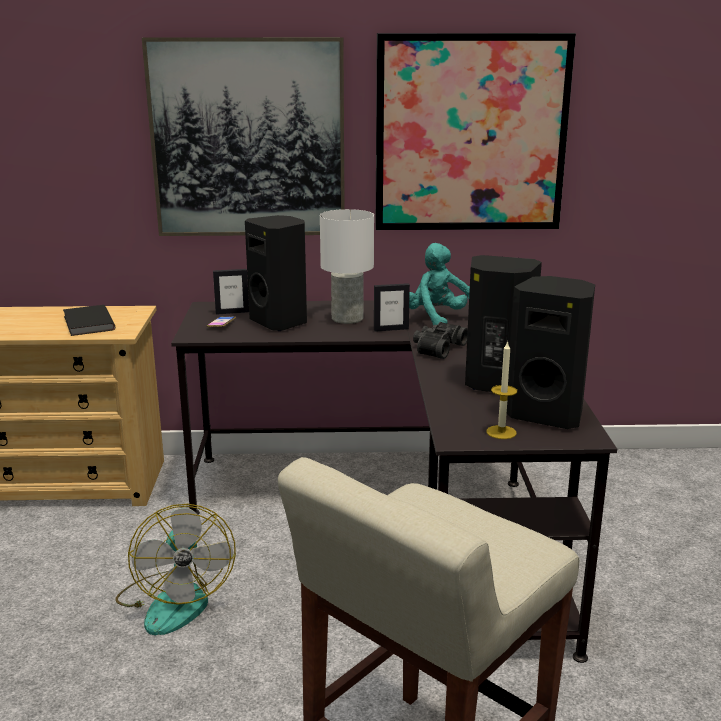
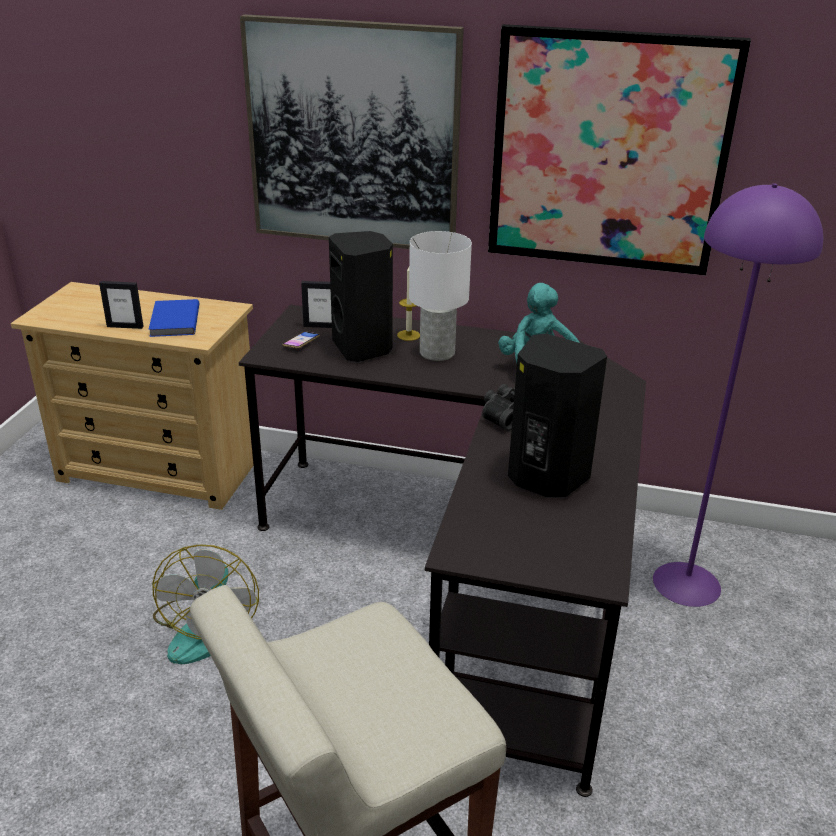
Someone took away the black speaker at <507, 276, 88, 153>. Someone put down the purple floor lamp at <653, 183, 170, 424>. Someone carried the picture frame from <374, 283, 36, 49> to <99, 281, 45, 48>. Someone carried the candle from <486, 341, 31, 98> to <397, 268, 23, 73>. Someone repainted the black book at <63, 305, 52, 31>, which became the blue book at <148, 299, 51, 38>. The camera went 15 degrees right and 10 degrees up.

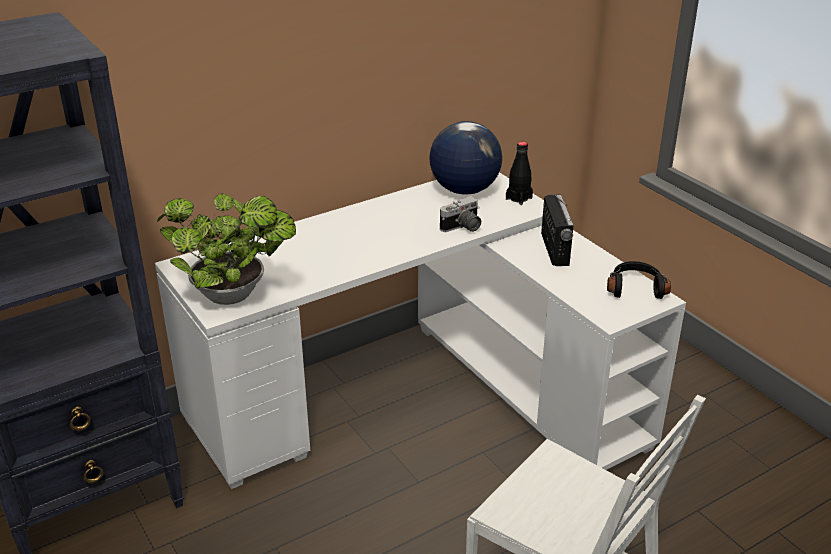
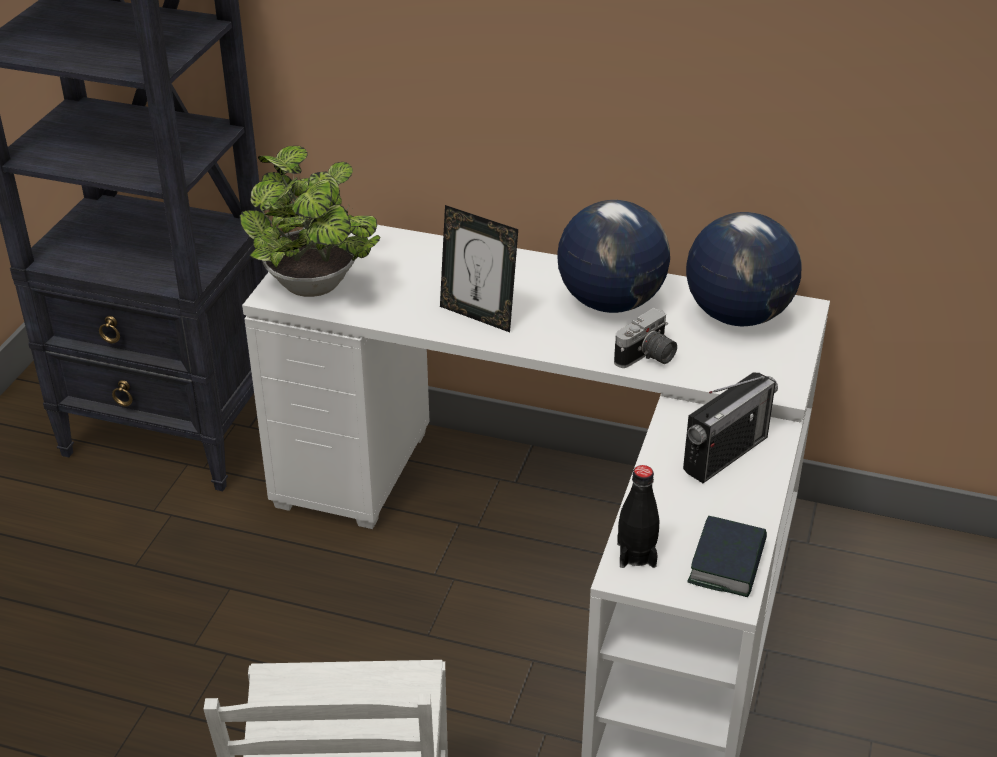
Someone put down the picture frame at <440, 205, 78, 127>. Someone put down the globe at <557, 200, 113, 113>. Someone carried the black bottle from <506, 141, 27, 64> to <617, 465, 42, 103>. Someone swapped the black headphones at <607, 261, 64, 38> for the book at <687, 516, 80, 81>. Someone rotated the photo camera at <440, 196, 41, 36> by 60 degrees counterclockwise. The camera went 50 degrees right and 5 degrees up.

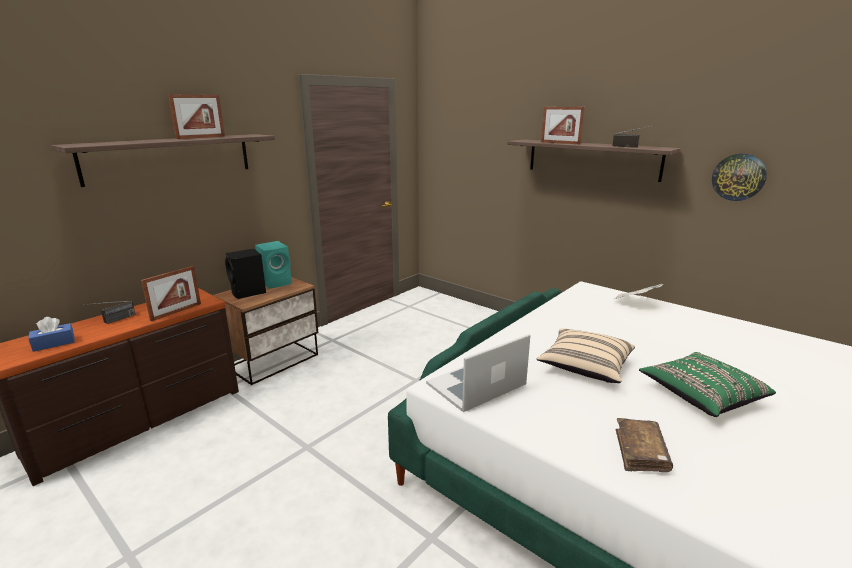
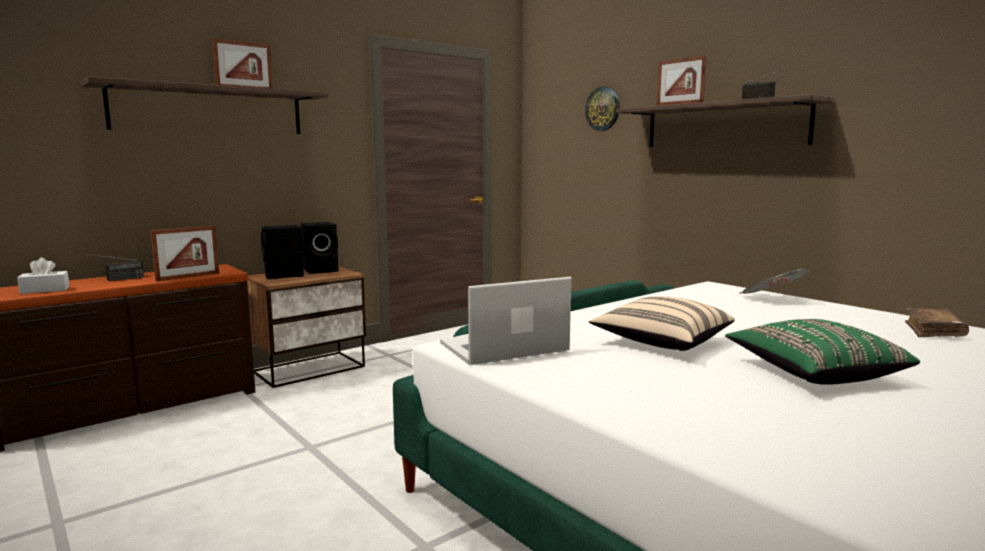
Someone carried the brown book from <616, 418, 57, 54> to <905, 308, 64, 29>. Someone carried the wall clock from <712, 153, 55, 48> to <585, 87, 35, 44>. Someone repainted the blue tissue box at <28, 317, 47, 35>, which became the white tissue box at <17, 258, 52, 36>. Someone repainted the turquoise speaker at <255, 241, 37, 48>, which became the black speaker at <301, 222, 38, 52>. The camera went 10 degrees right and 10 degrees down.

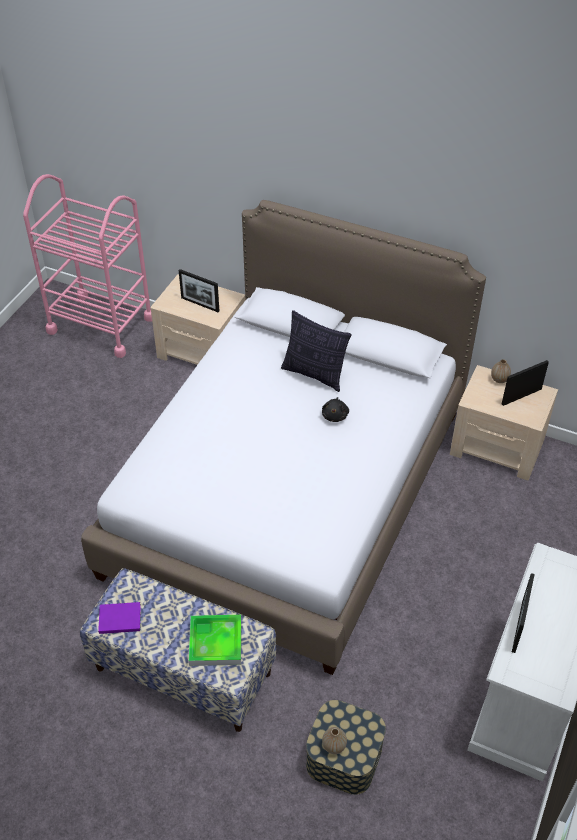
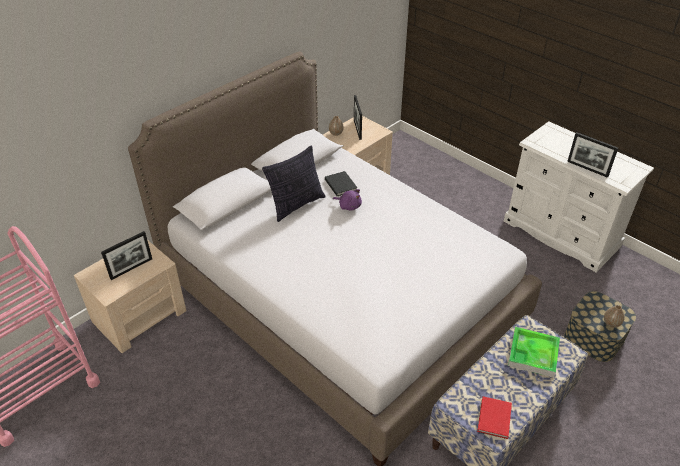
Someone put down the black book at <325, 171, 32, 25>. Someone repainted the purple book at <98, 602, 43, 32>, which became the red book at <477, 396, 35, 43>. Someone repainted the black plush toy at <322, 397, 27, 25>, which became the purple plush toy at <333, 189, 29, 21>. The camera went 70 degrees left and 5 degrees down.

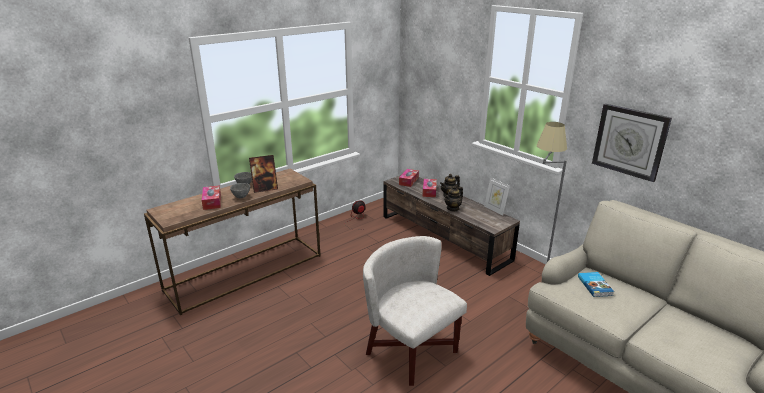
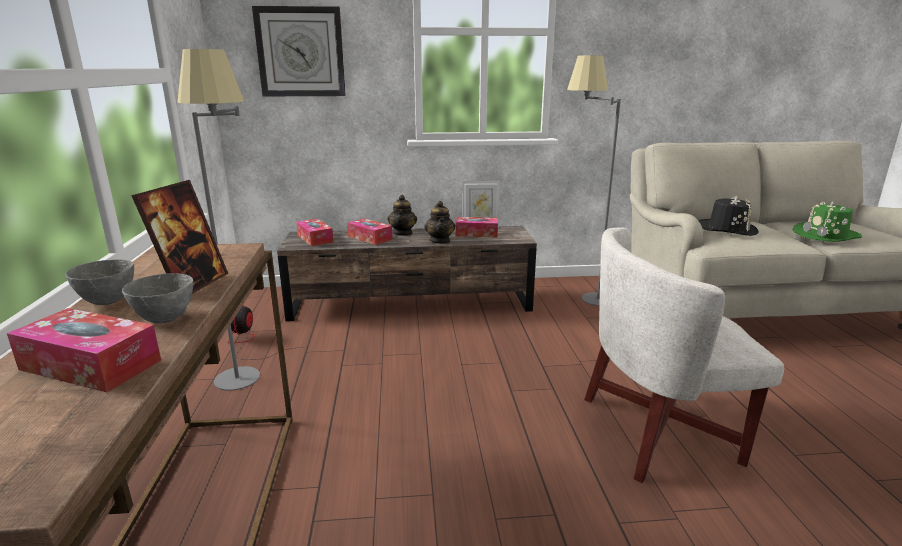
Someone put down the grey floor lamp at <177, 49, 83, 342>. Someone put down the tissue box at <456, 217, 42, 20>. Someone put down the green hat at <792, 201, 70, 41>. Someone carried the wall clock from <592, 104, 80, 78> to <252, 6, 94, 90>. Someone swapped the book at <578, 272, 36, 25> for the black hat at <699, 196, 60, 40>. The camera went 55 degrees left and 5 degrees down.

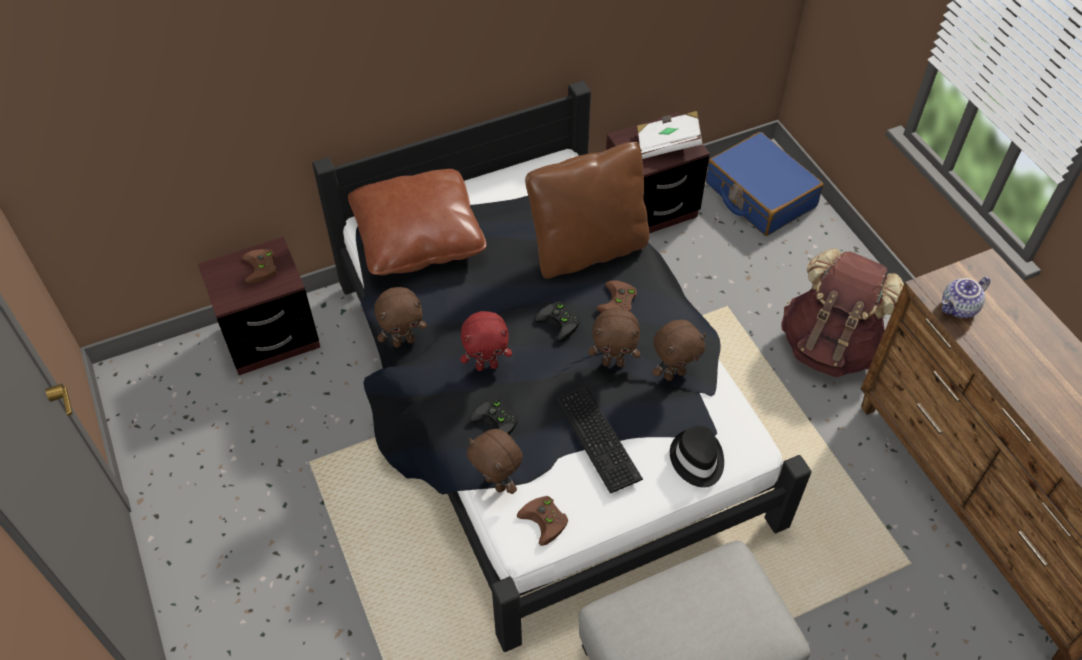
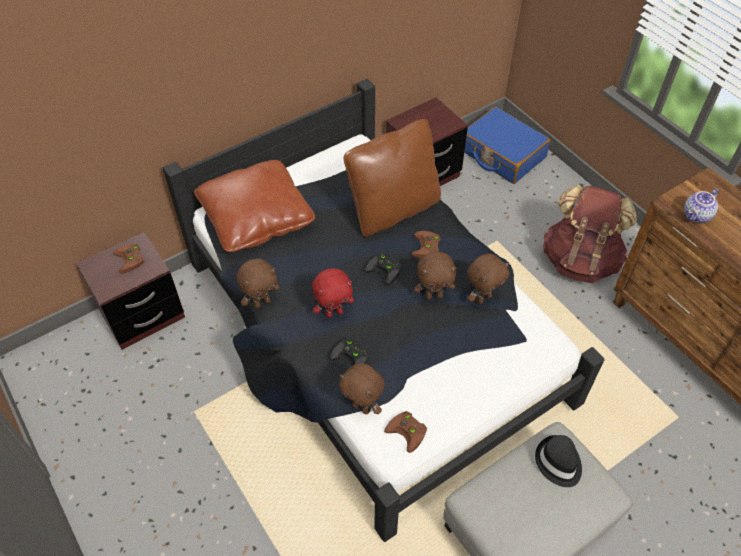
Someone took away the keyboard at <556, 387, 87, 107>. Someone took away the white book at <637, 111, 65, 48>. Someone carried the black hat from <670, 425, 54, 63> to <535, 435, 47, 52>. The camera went 10 degrees left and 0 degrees up.

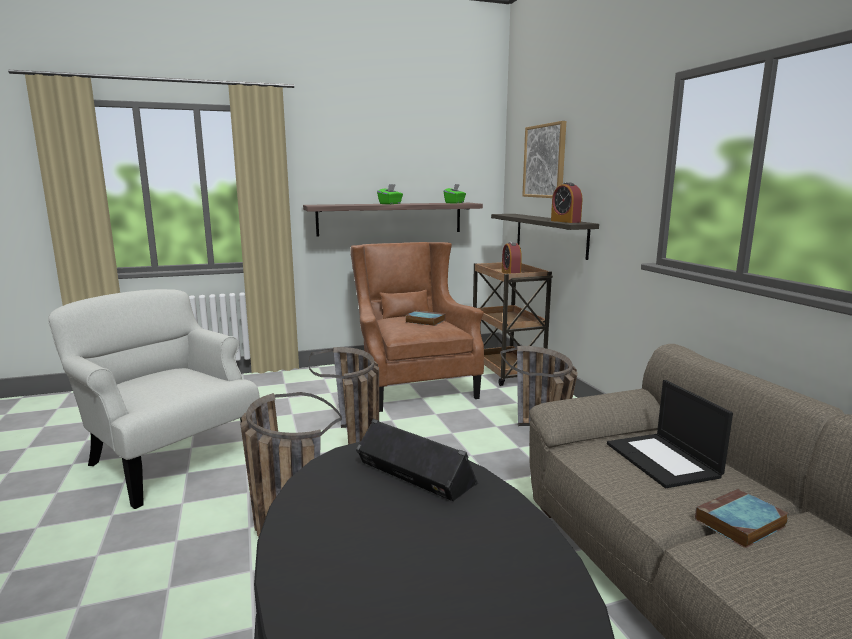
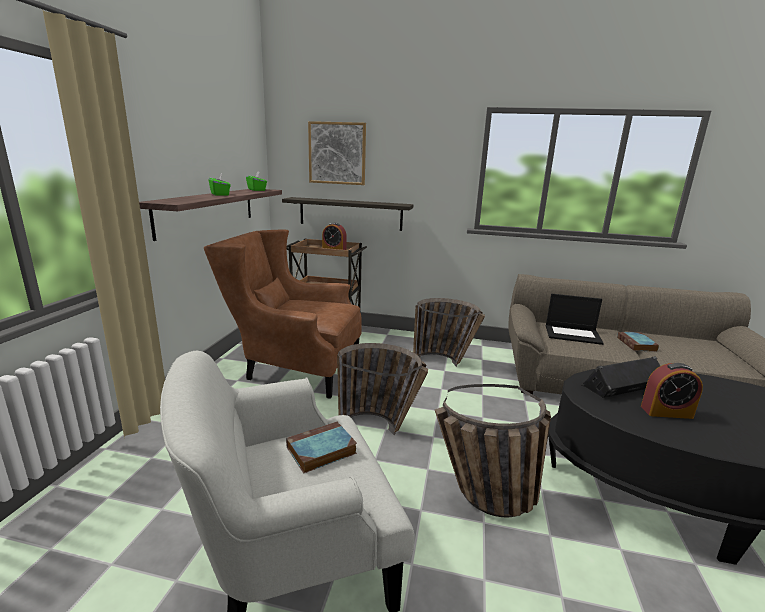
Someone carried the book from <406, 310, 40, 16> to <286, 421, 71, 52>. Someone carried the alarm clock from <551, 182, 31, 41> to <641, 363, 62, 56>. The camera went 60 degrees left and 5 degrees up.

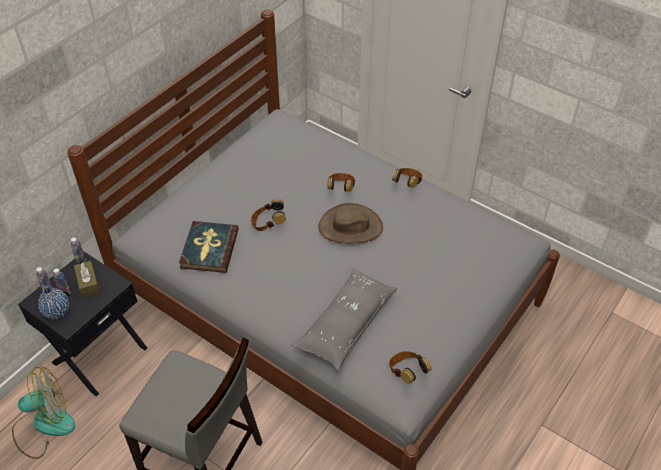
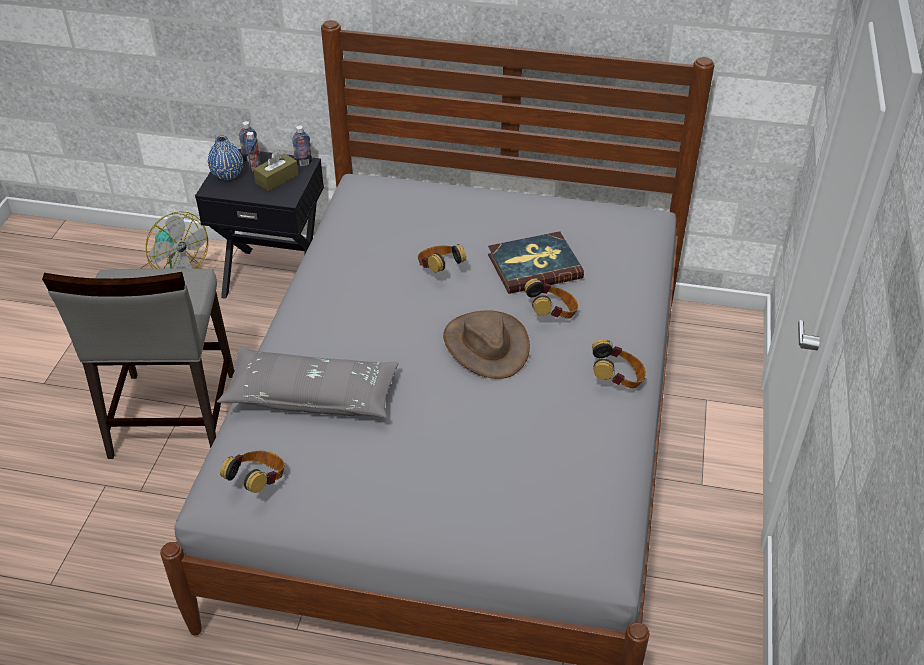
Someone carried the book from <179, 221, 60, 52> to <488, 231, 96, 63>. The camera went 65 degrees right and 5 degrees down.

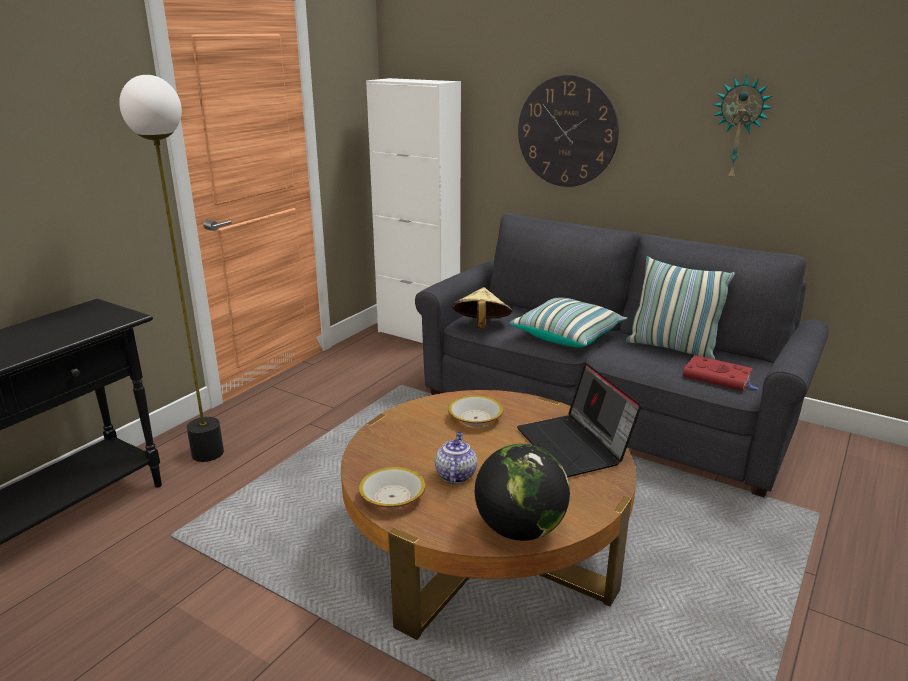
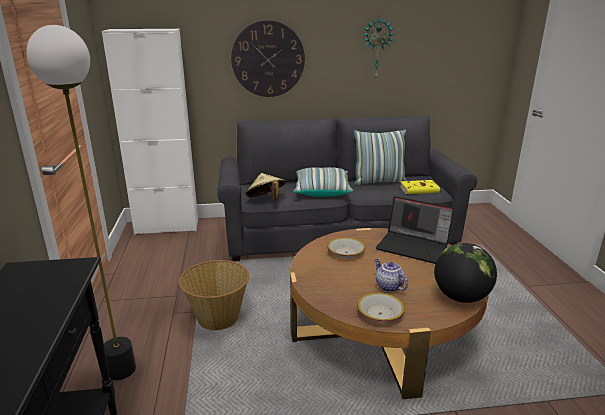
Someone put down the basket at <179, 260, 70, 70>. Someone repainted the red book at <683, 355, 75, 36>, which became the yellow book at <400, 180, 42, 14>. The camera went 40 degrees left and 0 degrees up.

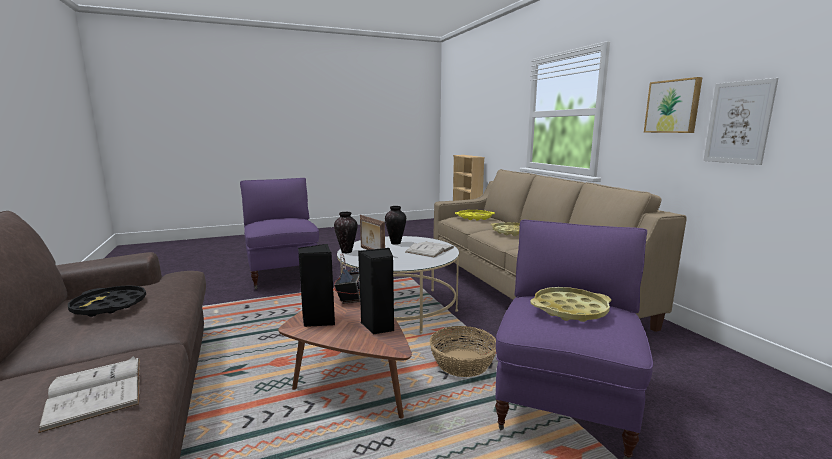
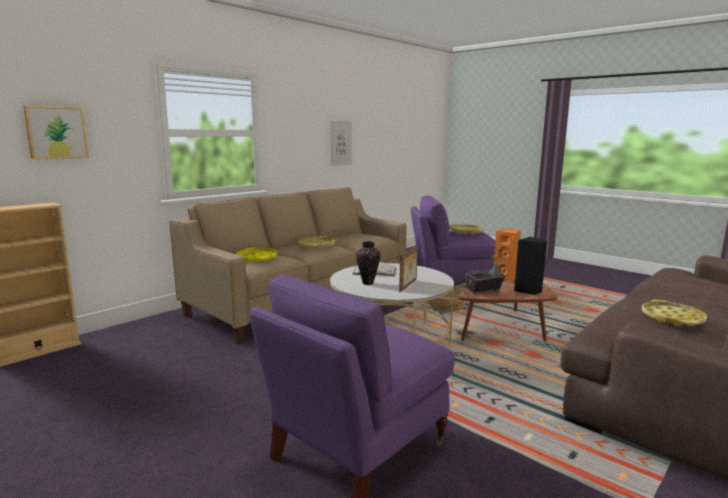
Someone took away the white book at <38, 356, 102, 77>. Someone took away the vase at <334, 212, 24, 41>. Someone carried the picture from <644, 77, 58, 56> to <23, 106, 66, 53>. Someone repainted the black tray at <68, 285, 78, 32>, which became the yellow tray at <642, 300, 65, 26>. Someone repainted the black speaker at <358, 248, 36, 87>, which became the orange speaker at <494, 229, 27, 53>. The camera went 115 degrees left and 0 degrees up.

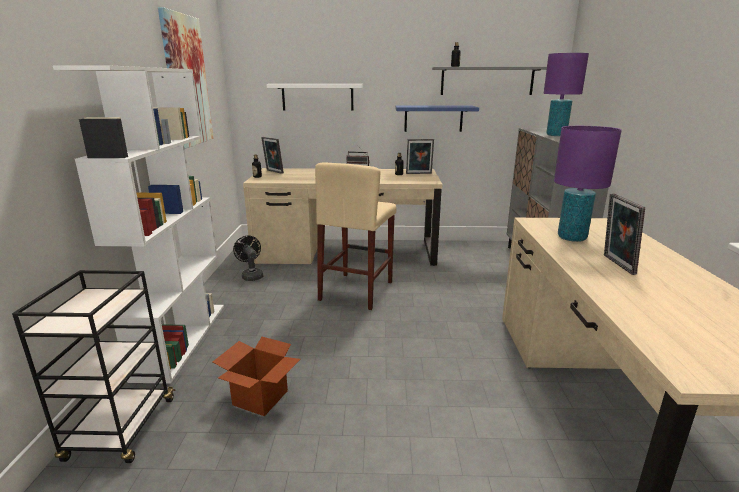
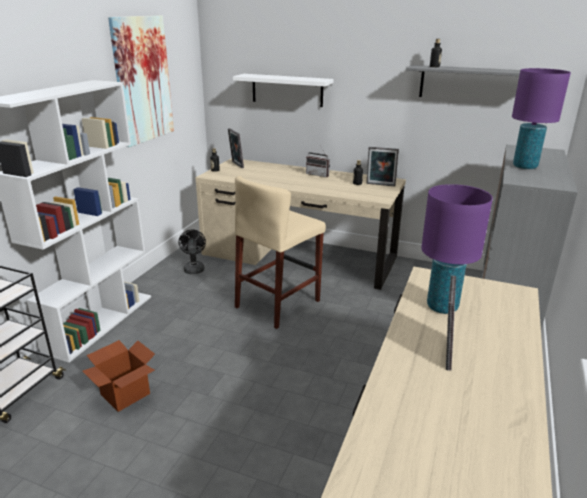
Someone took away the blue shelf at <396, 106, 83, 26>. The camera went 20 degrees right and 5 degrees up.

